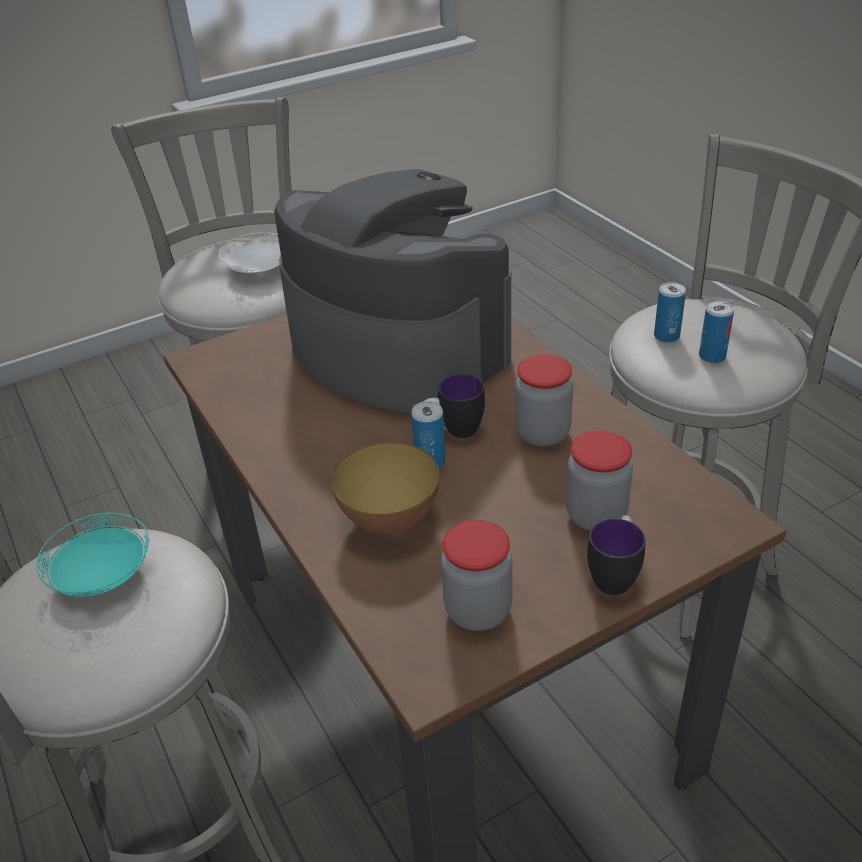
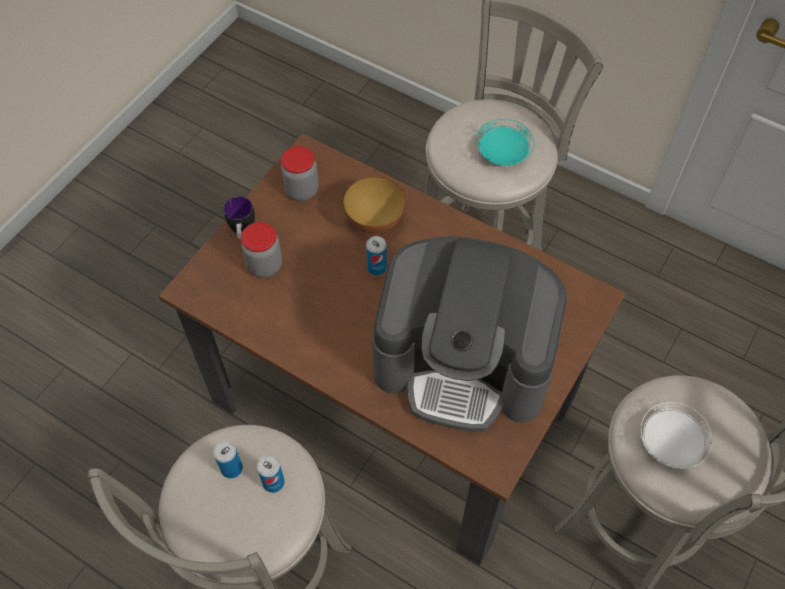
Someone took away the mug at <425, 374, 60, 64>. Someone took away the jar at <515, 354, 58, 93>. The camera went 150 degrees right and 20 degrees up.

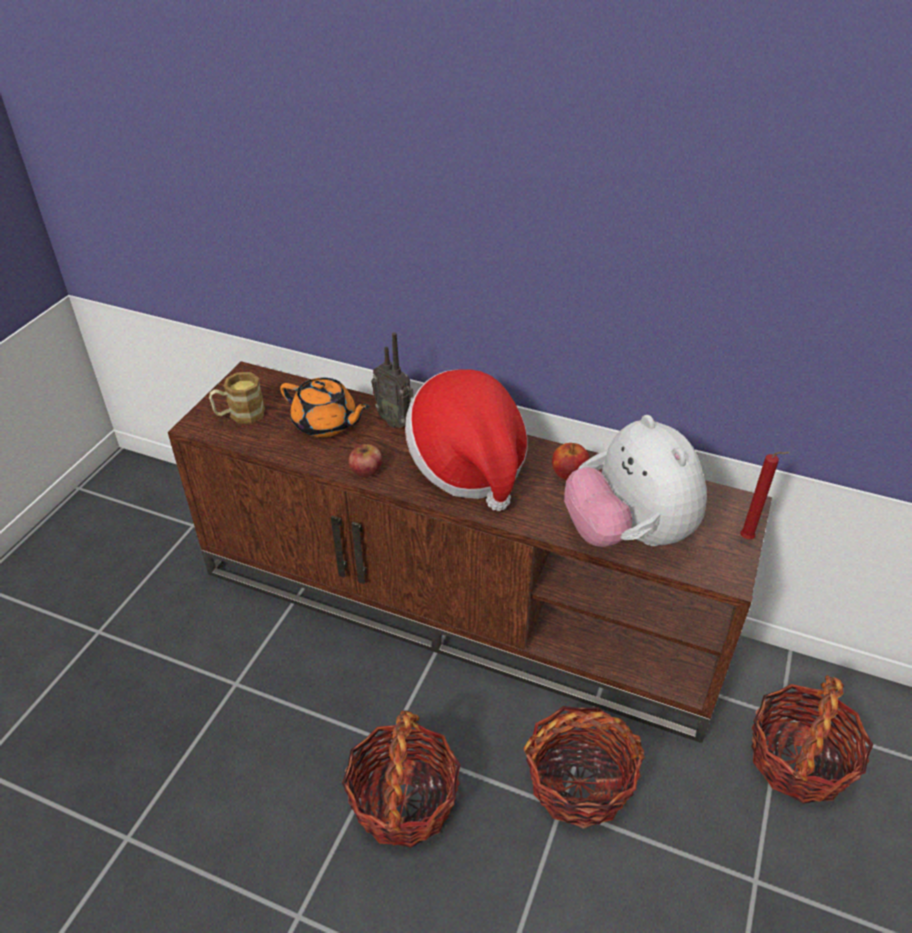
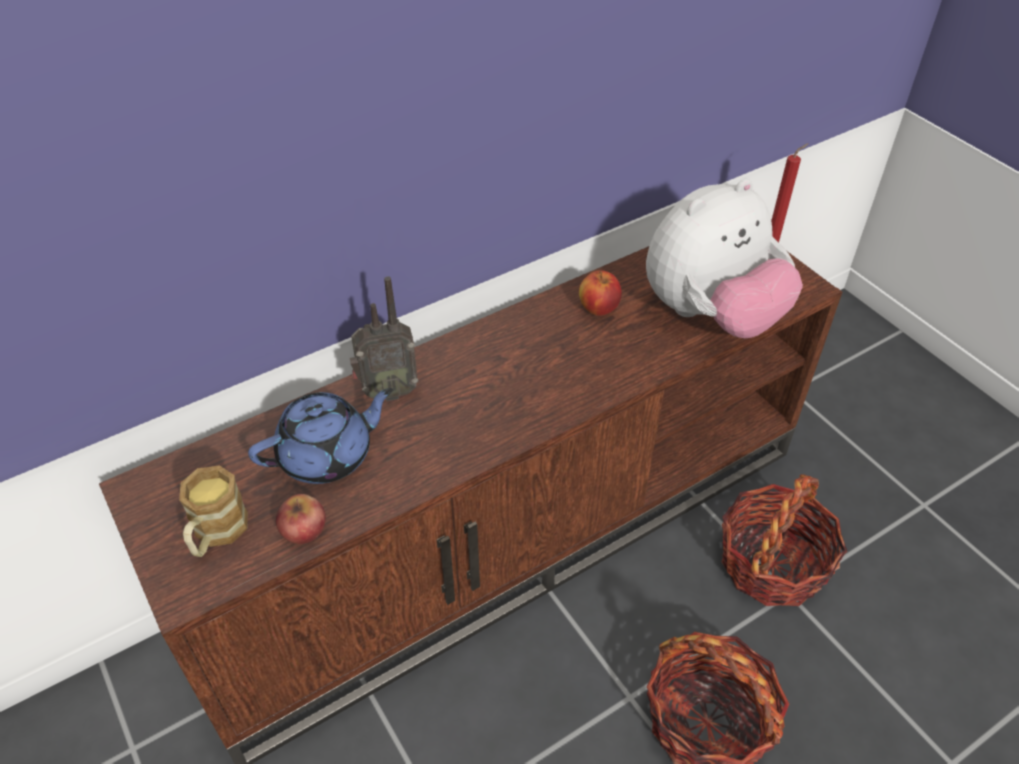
Someone took away the hat at <405, 369, 123, 142>. Someone took away the basket at <751, 675, 122, 128>. Someone carried the apple from <348, 444, 34, 33> to <276, 494, 50, 50>. Someone repainted the orange teapot at <280, 378, 90, 59>, which became the blue teapot at <248, 388, 145, 96>. Someone rotated the plush toy at <564, 415, 143, 132> by 45 degrees counterclockwise. The camera went 55 degrees left and 5 degrees up.

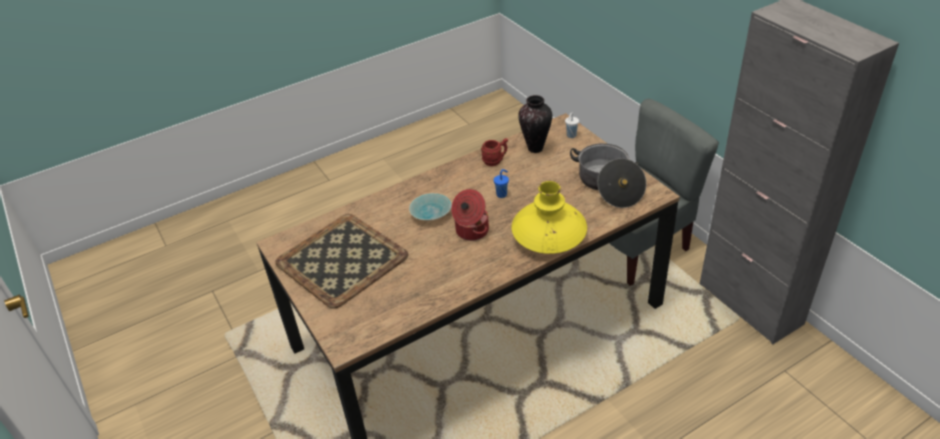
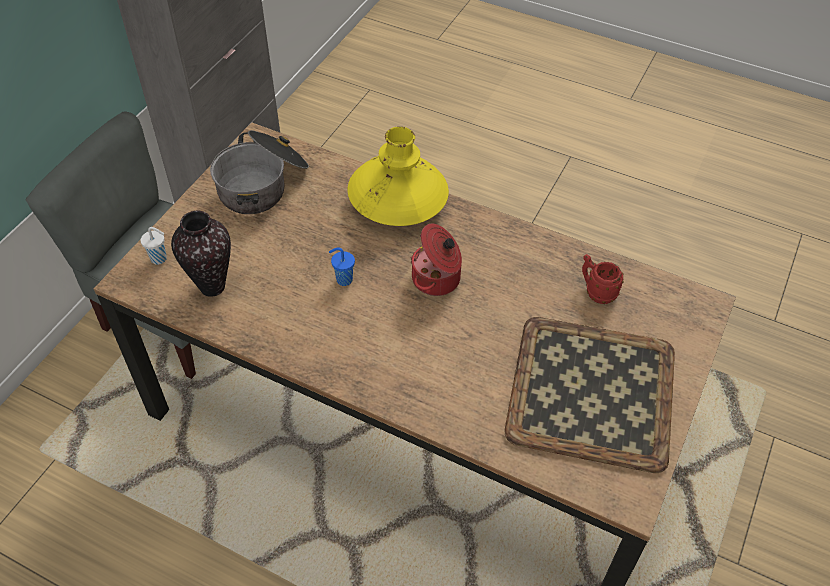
Someone took away the turquoise bowl at <409, 193, 43, 27>. Someone carried the red mug from <481, 138, 27, 28> to <582, 254, 42, 50>. The camera went 125 degrees left and 10 degrees up.

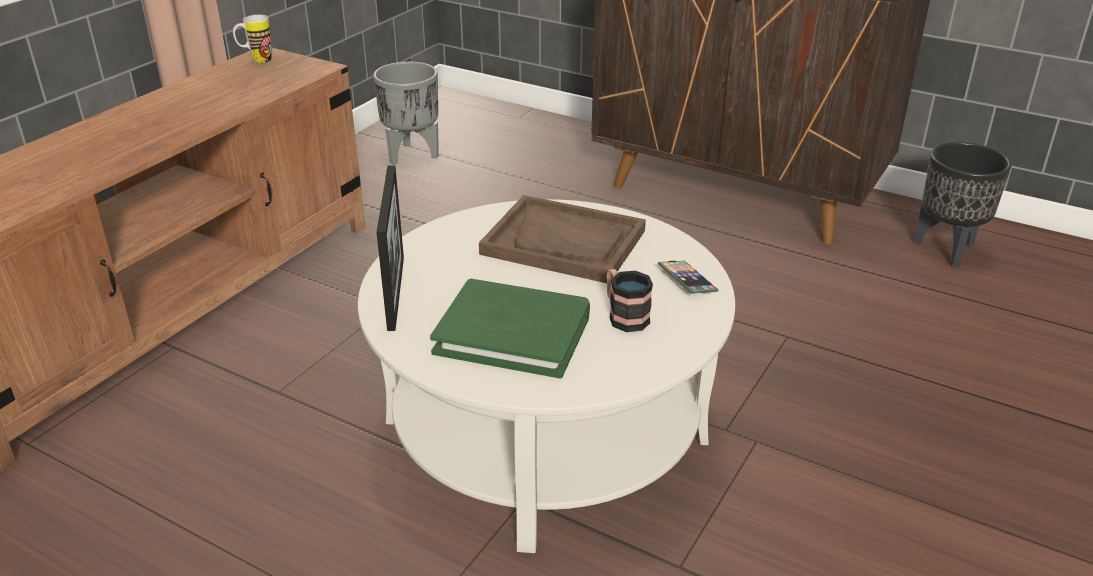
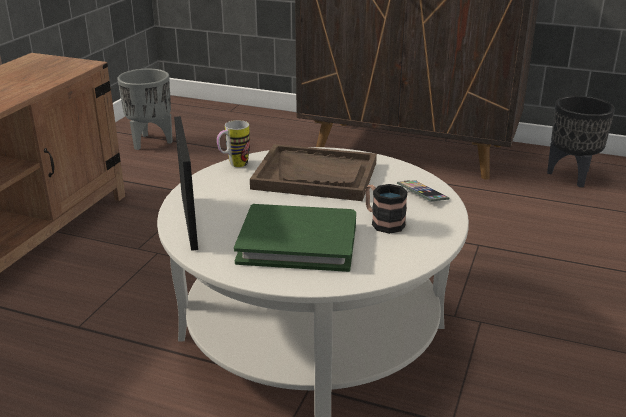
Someone carried the mug from <233, 15, 39, 48> to <217, 120, 33, 47>. The camera went 10 degrees left and 5 degrees down.

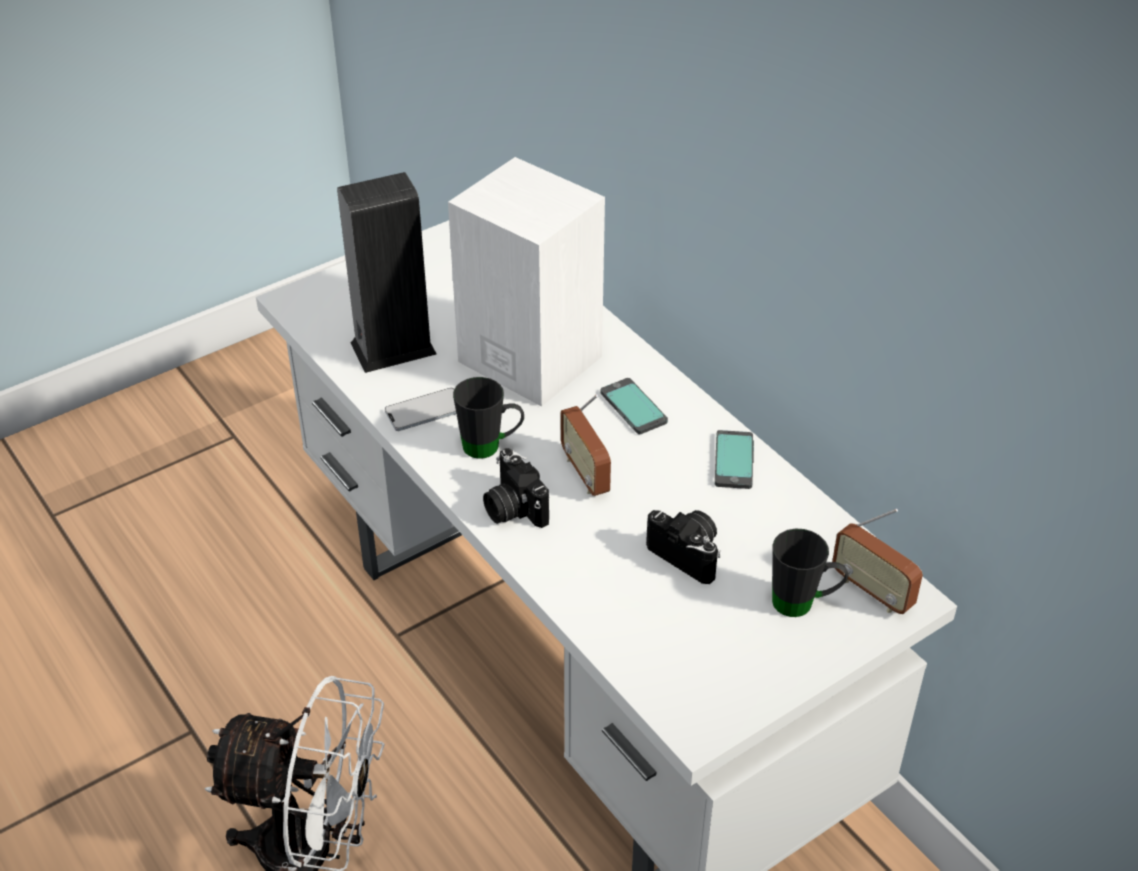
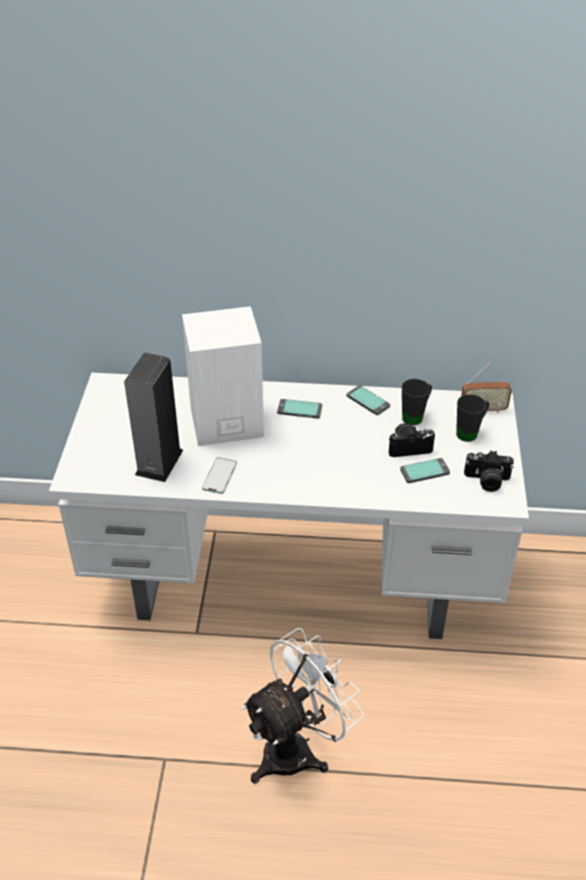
Someone took away the radio at <561, 394, 50, 102>. Someone put down the phone at <400, 458, 50, 25>. Someone carried the black mug from <453, 377, 71, 82> to <402, 379, 30, 46>. Someone carried the photo camera from <483, 448, 66, 80> to <464, 450, 50, 42>. The camera went 50 degrees left and 0 degrees up.

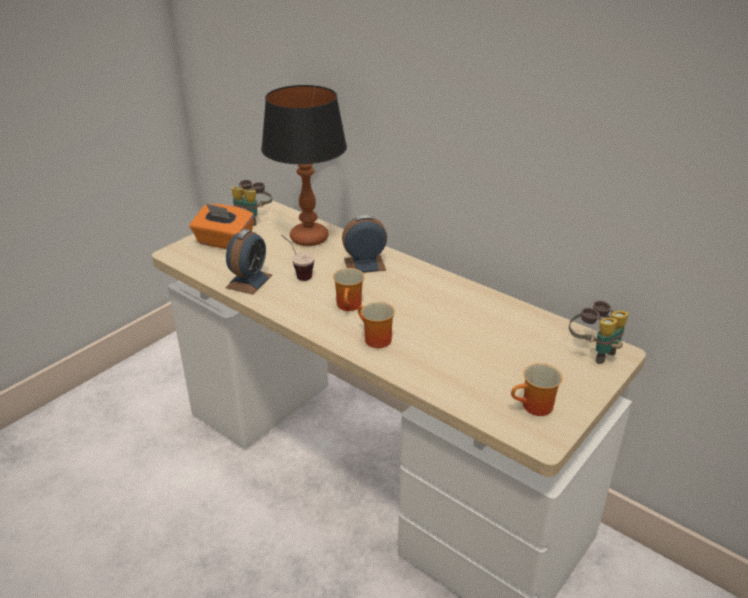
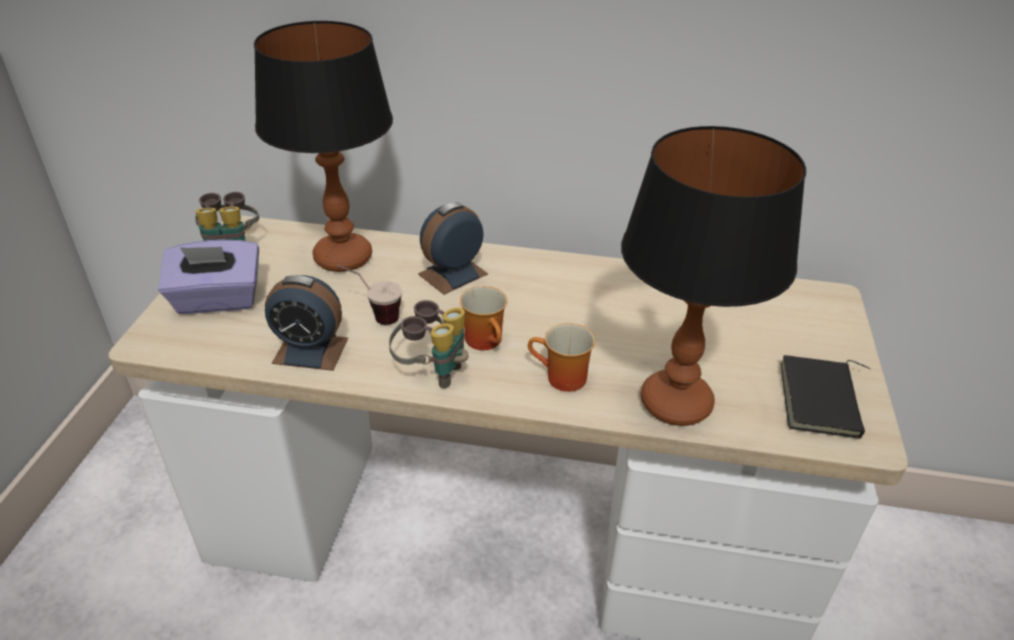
Someone put down the table lamp at <621, 126, 185, 300>. Someone carried the binoculars from <569, 301, 59, 63> to <389, 300, 79, 89>. Someone swapped the mug at <511, 363, 52, 53> for the black book at <781, 355, 89, 84>. Someone repainted the orange tissue box at <189, 203, 65, 46>, which became the purple tissue box at <159, 240, 100, 74>. Someone rotated the alarm clock at <225, 229, 47, 66> by 105 degrees clockwise. The camera went 30 degrees left and 5 degrees up.

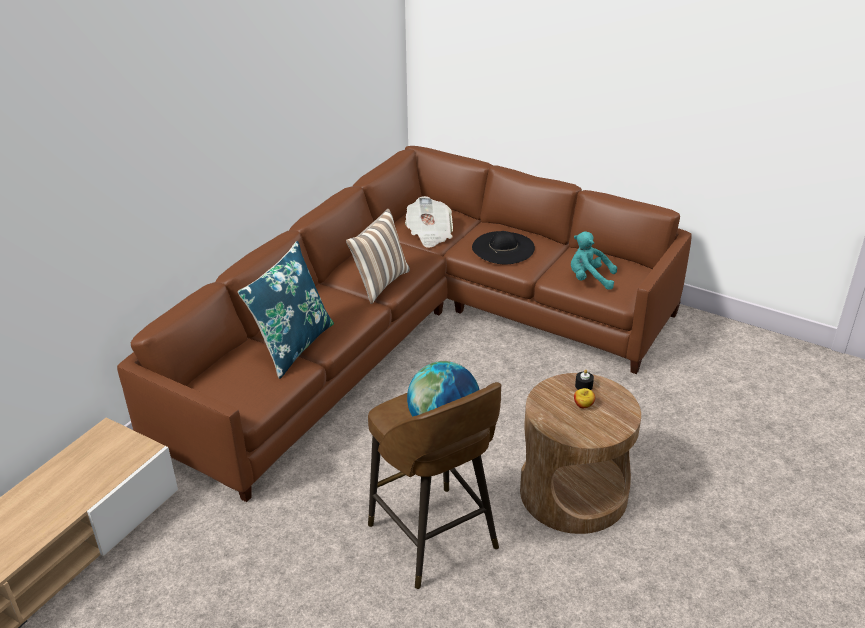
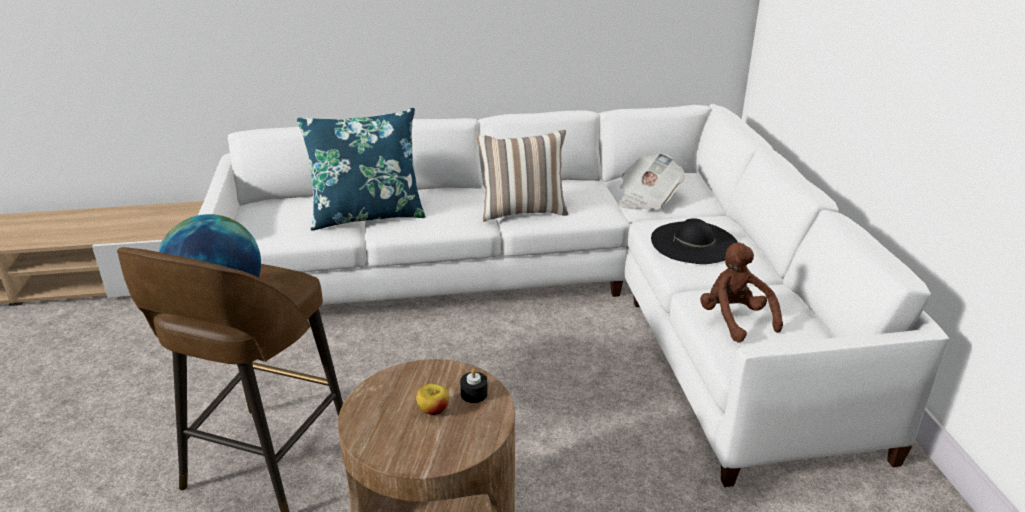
Someone repainted the brown sofa at <117, 146, 575, 356>, which became the white sofa at <198, 104, 751, 383>. Someone repainted the turquoise plush toy at <571, 231, 46, 59>, which became the brown plush toy at <700, 242, 83, 101>. The camera went 50 degrees right and 5 degrees down.

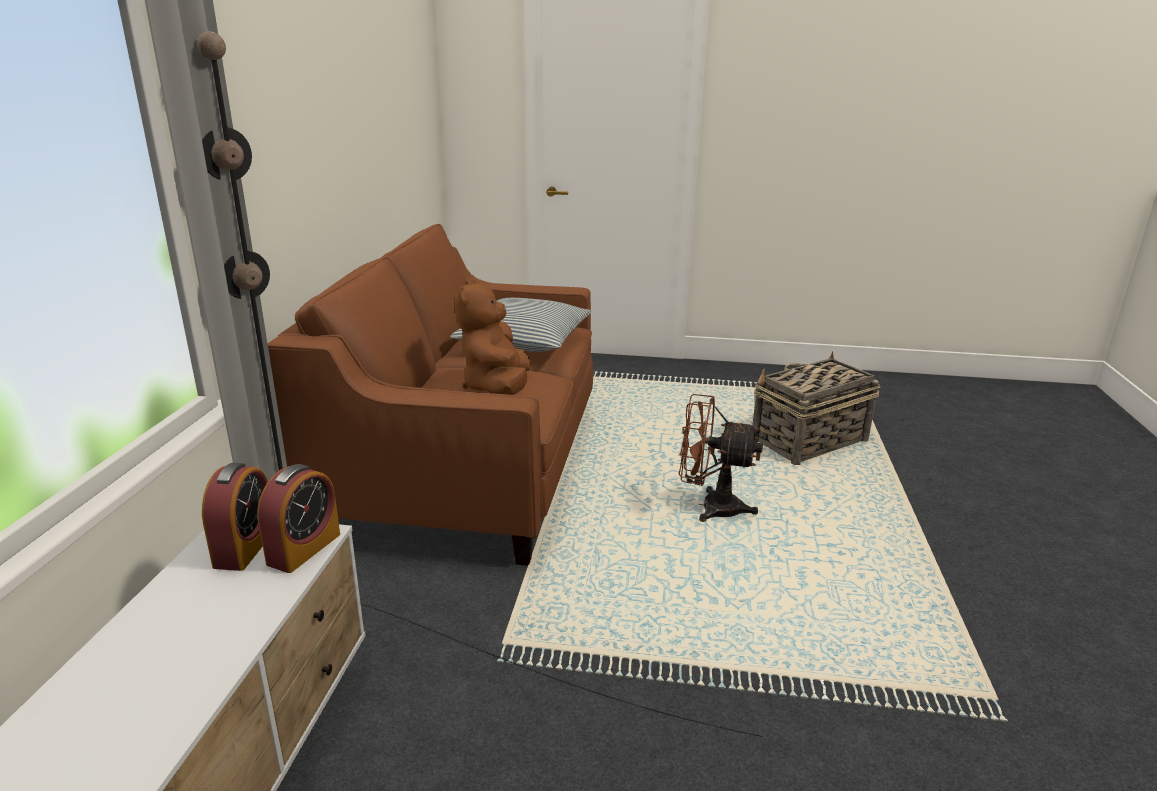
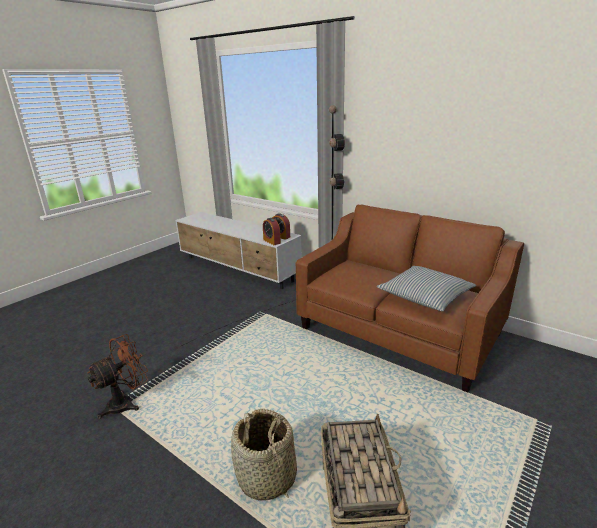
Someone took away the brown plush toy at <454, 279, 77, 116>. Someone put down the basket at <231, 409, 66, 92>. Someone carried the brown fan from <679, 394, 84, 128> to <87, 334, 61, 85>. The camera went 120 degrees right and 0 degrees up.

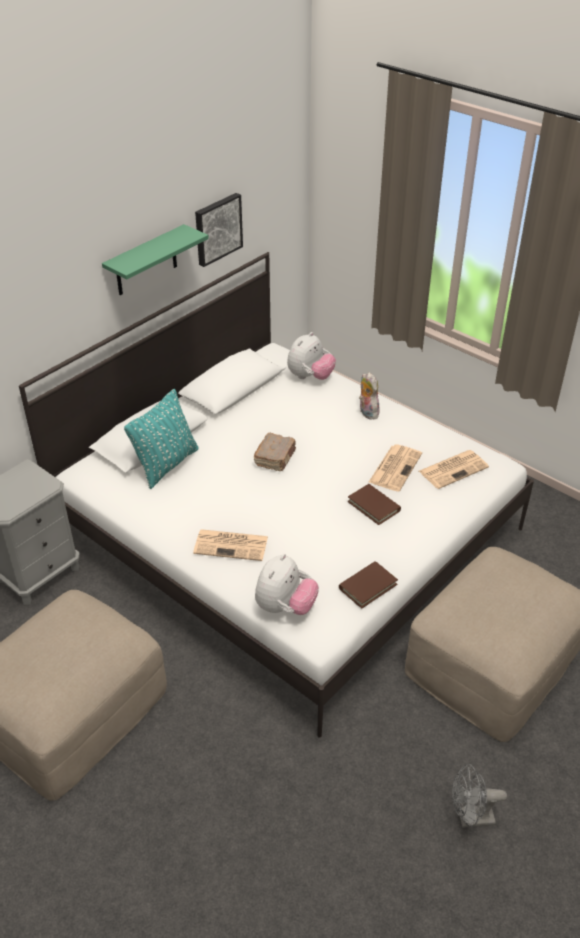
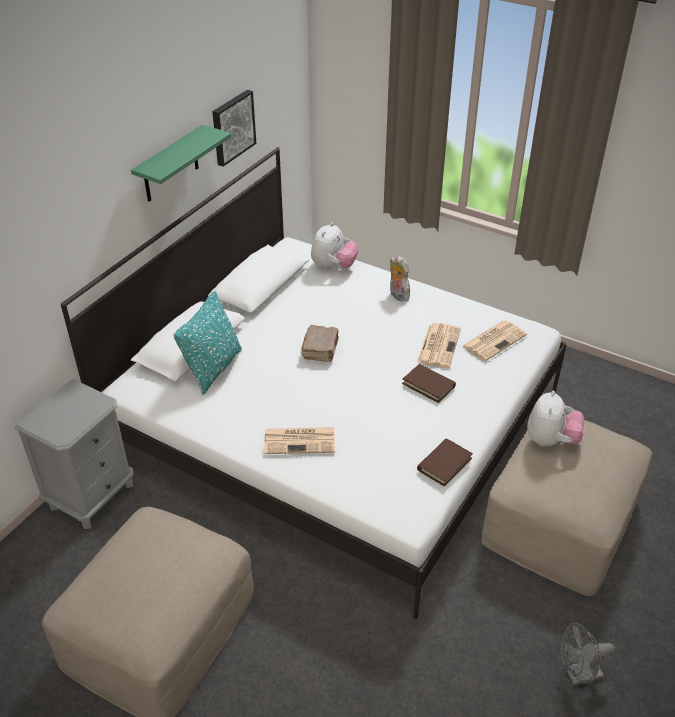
Someone carried the plush toy from <255, 554, 64, 61> to <527, 391, 58, 56>. The camera went 10 degrees left and 0 degrees up.

